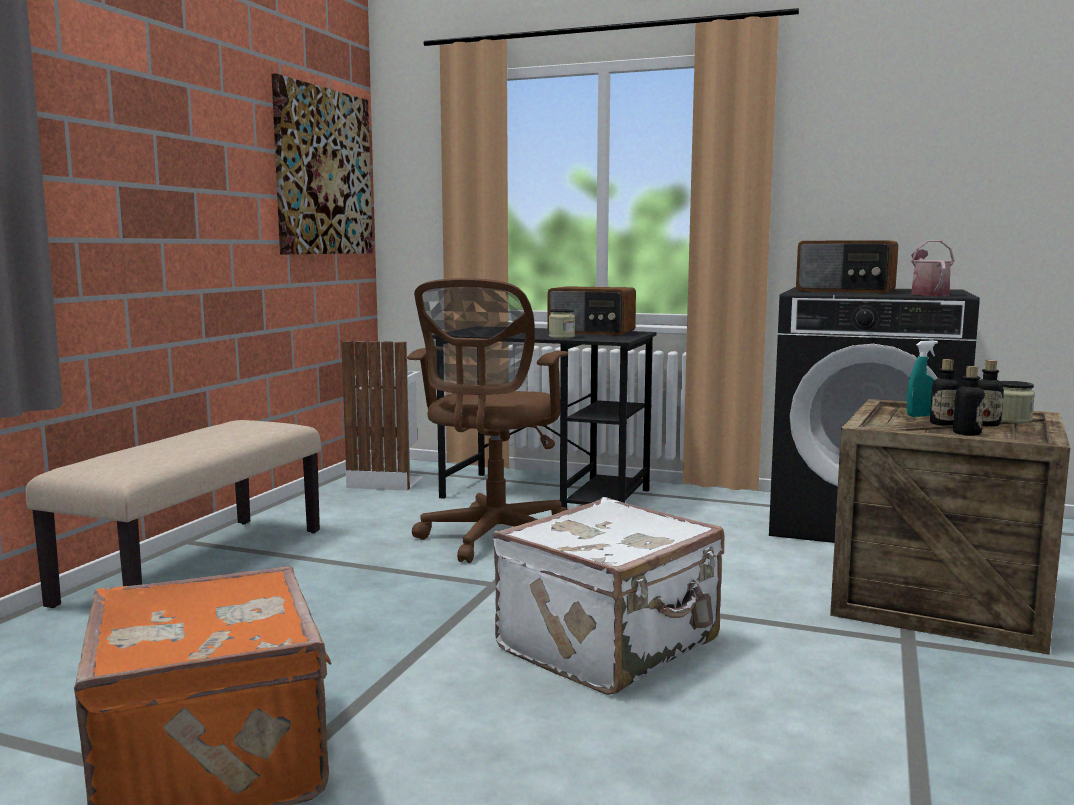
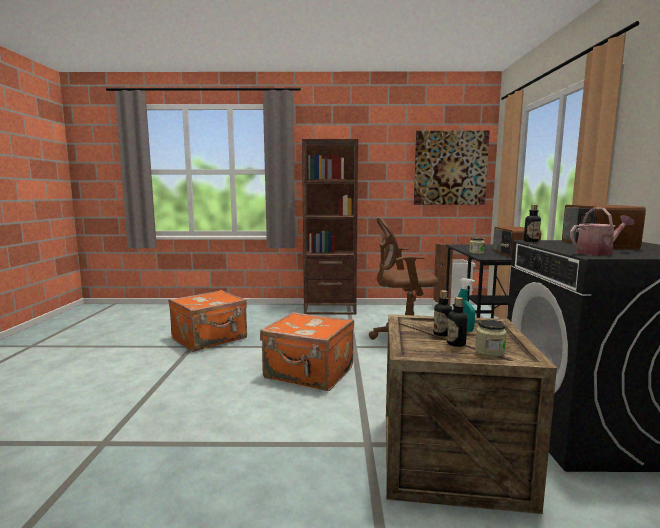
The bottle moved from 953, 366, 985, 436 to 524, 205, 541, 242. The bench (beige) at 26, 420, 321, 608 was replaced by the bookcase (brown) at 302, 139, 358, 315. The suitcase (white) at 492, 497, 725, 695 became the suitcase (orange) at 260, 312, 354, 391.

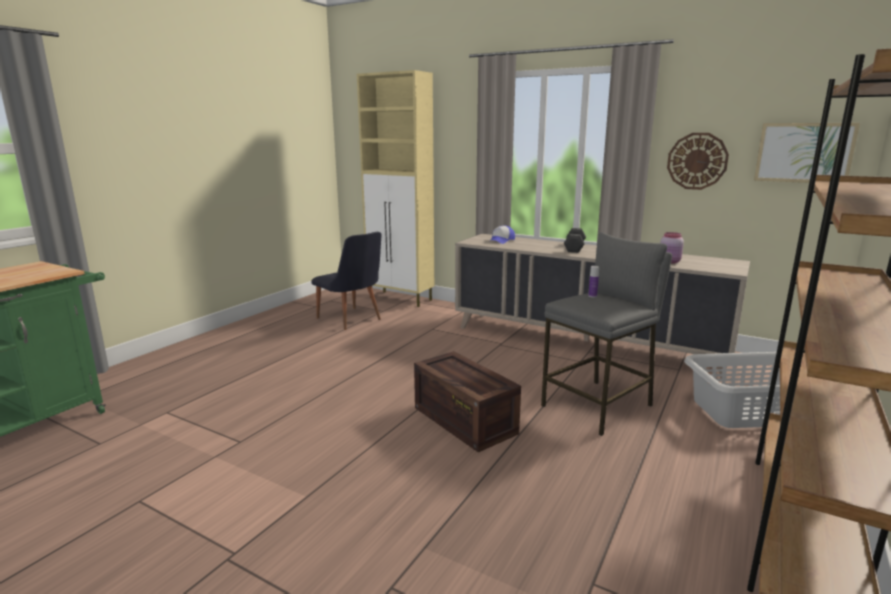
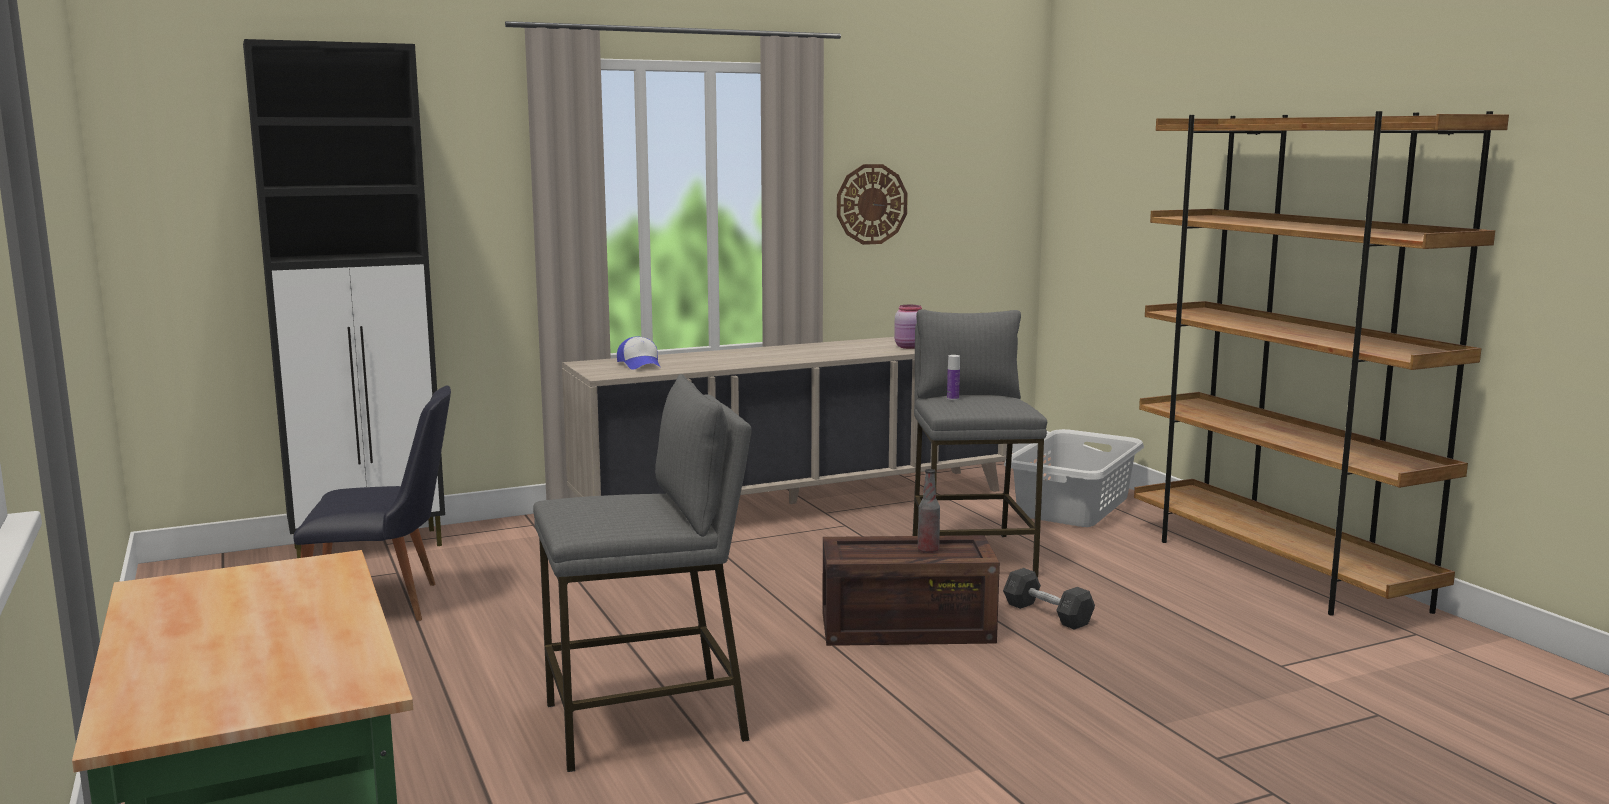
The picture at 754, 123, 860, 183 disappeared. The stool (grey) at 533, 374, 752, 772 appeared. The bottle at 918, 469, 940, 553 appeared. The dumbbell (grey) moved from 564, 228, 586, 253 to 1003, 568, 1095, 630. The cabinet (beige) at 357, 70, 434, 307 became the cabinet (black) at 243, 39, 445, 558.

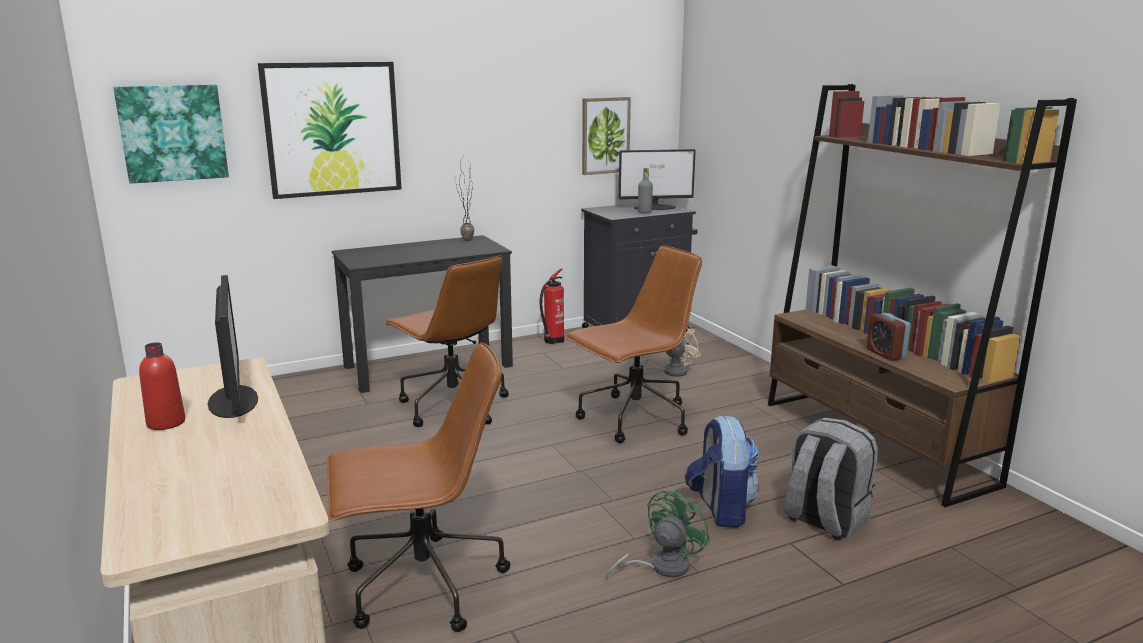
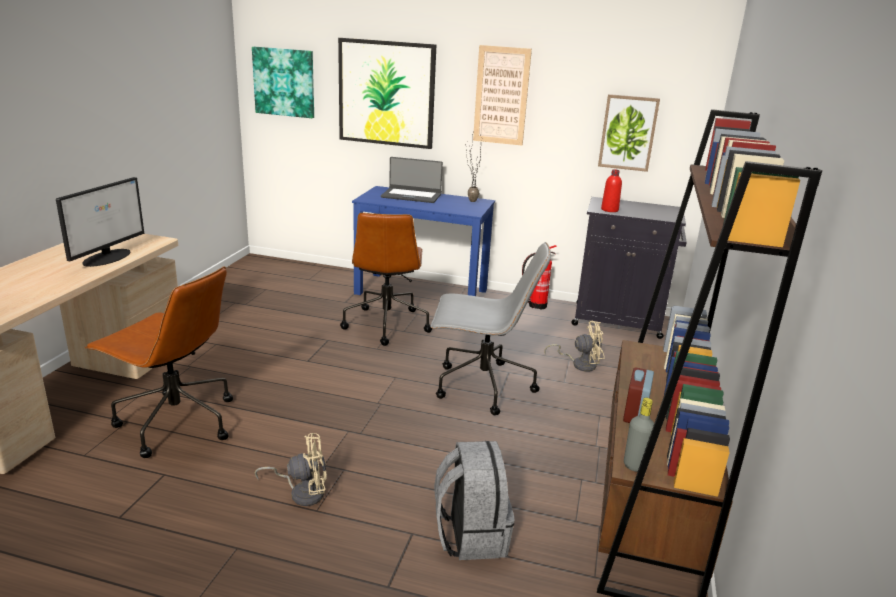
The monitor at 619, 149, 696, 210 disappeared. The backpack at 685, 415, 759, 528 disappeared. The laptop at 381, 157, 443, 203 appeared. The picture at 473, 45, 532, 146 appeared. The bottle (red) moved from 139, 342, 185, 430 to 601, 169, 622, 212. The bottle (grey) moved from 638, 168, 653, 213 to 624, 398, 654, 472. The desk (black) at 332, 235, 513, 393 became the desk (blue) at 352, 186, 495, 296. The office chair (brown) at 565, 246, 702, 443 became the office chair (grey) at 430, 242, 551, 415. The fan (green) at 605, 489, 710, 581 became the fan (beige) at 255, 433, 327, 506.

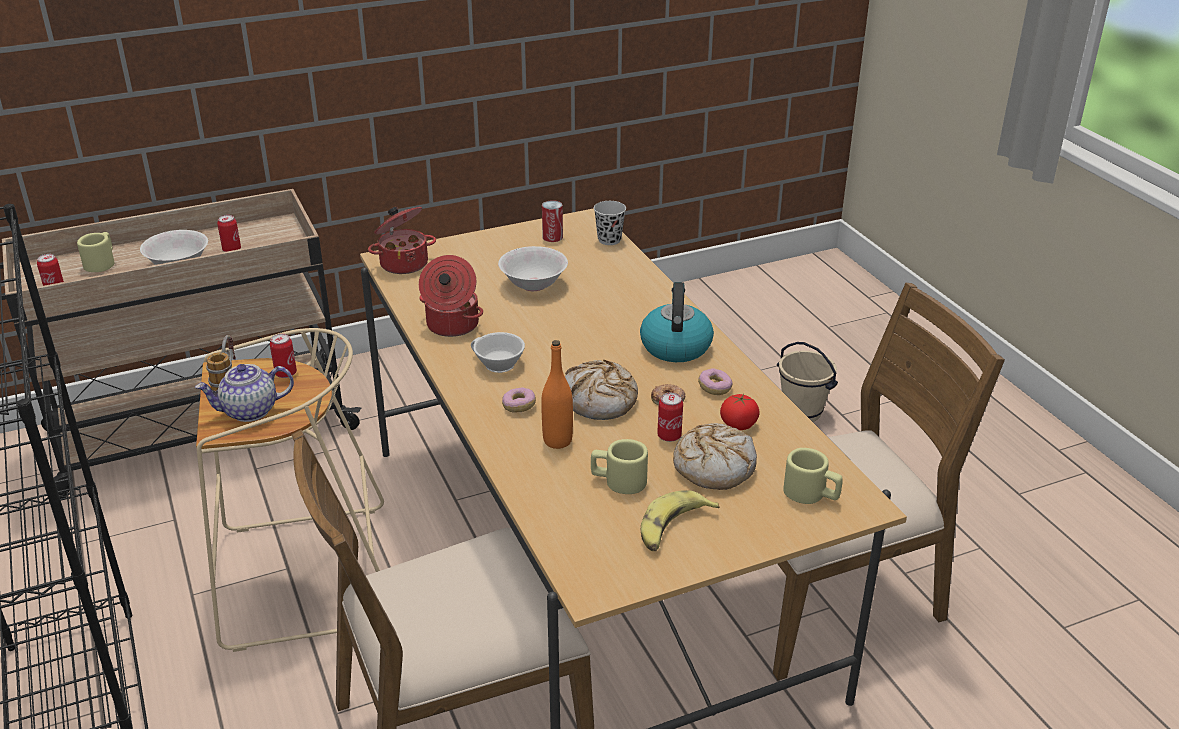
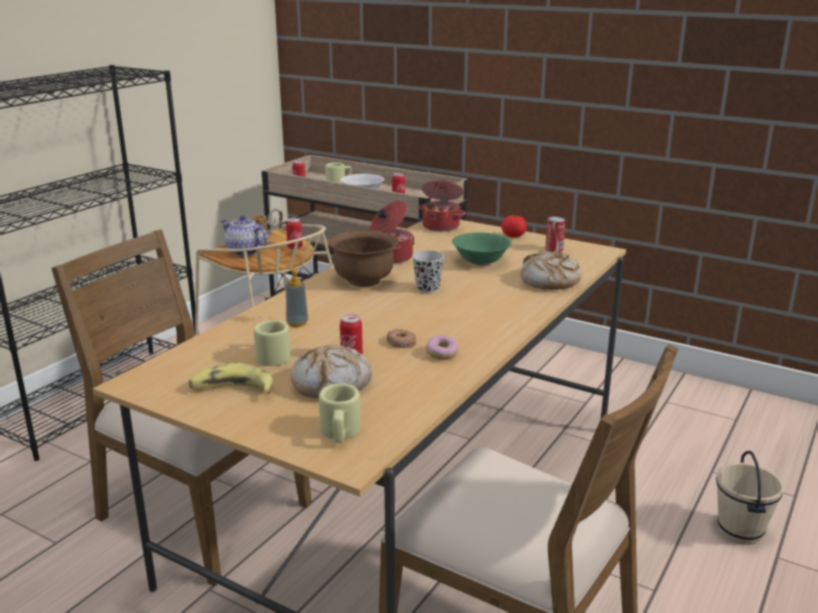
The donut at 502, 387, 536, 413 disappeared. The kettle at 640, 282, 714, 362 disappeared. The bread moved from 565, 360, 638, 420 to 521, 251, 582, 290. The cup (black) moved from 594, 201, 626, 245 to 412, 251, 444, 293. The tomato moved from 720, 394, 760, 430 to 501, 215, 527, 237. The cup (white) at 471, 332, 525, 373 was replaced by the bowl (brown) at 329, 230, 398, 287. The bottle (orange) at 541, 340, 573, 449 was replaced by the soap dispenser at 286, 267, 308, 327. The bowl (white) at 498, 246, 568, 291 became the bowl (green) at 452, 232, 511, 266.

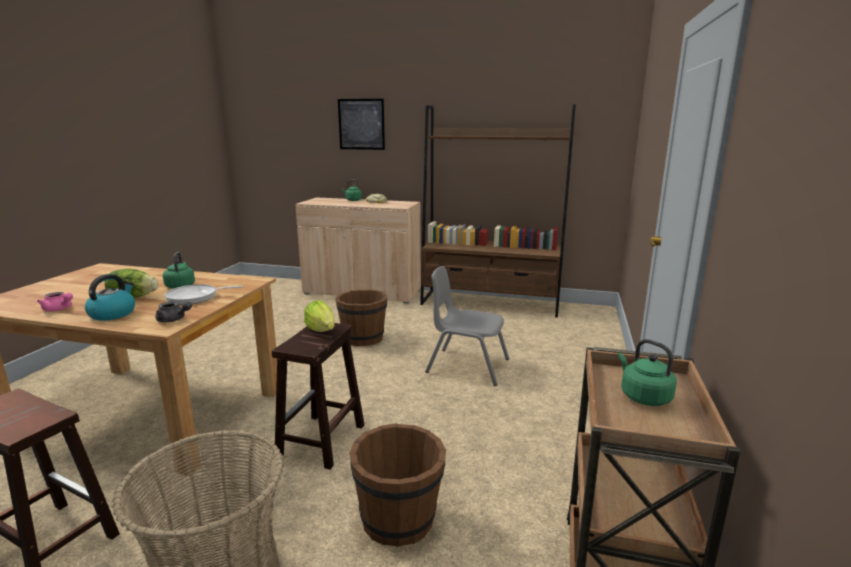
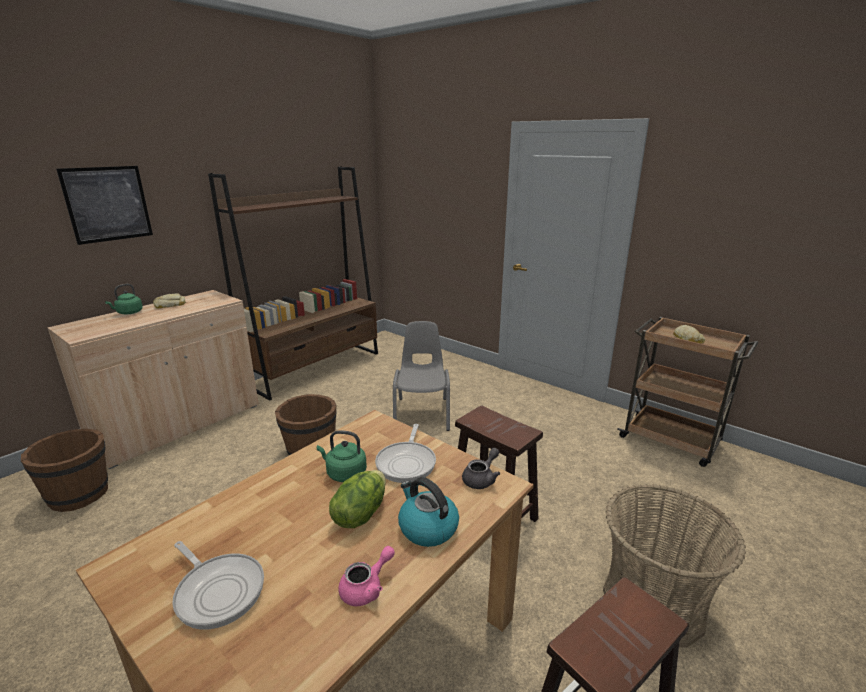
The lettuce at 304, 301, 335, 332 disappeared. The frying pan at 172, 541, 264, 630 appeared. The bucket (brown) moved from 349, 423, 446, 546 to 21, 429, 108, 512. The kettle (green) at 618, 339, 677, 406 was replaced by the bread at 673, 325, 705, 344. The chair (grey) at 425, 266, 509, 386 turned 135 degrees clockwise.

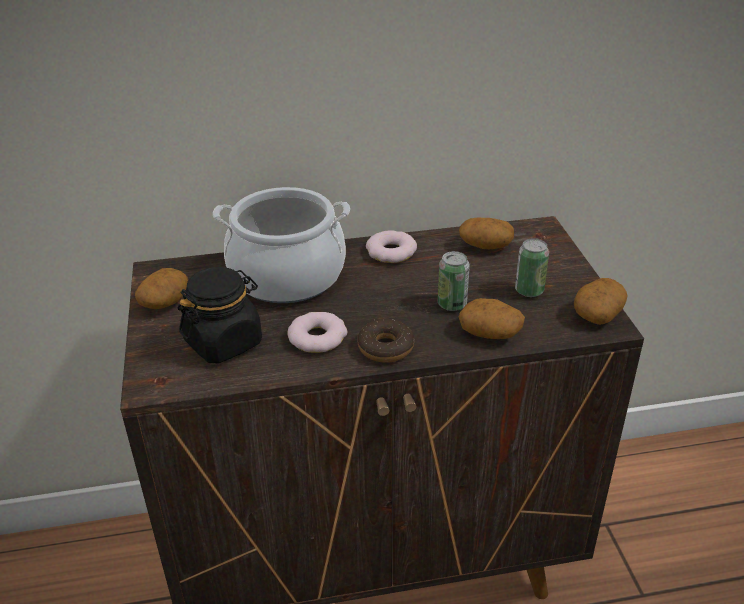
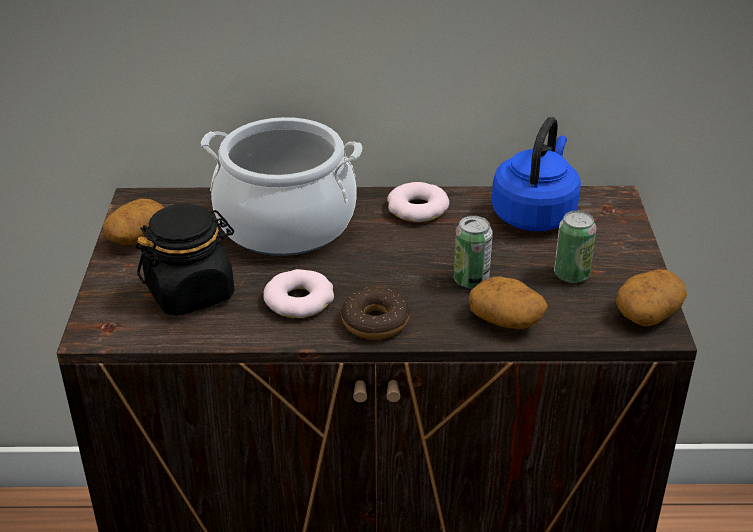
The potato at 459, 218, 514, 249 was replaced by the kettle (blue) at 491, 117, 581, 232.

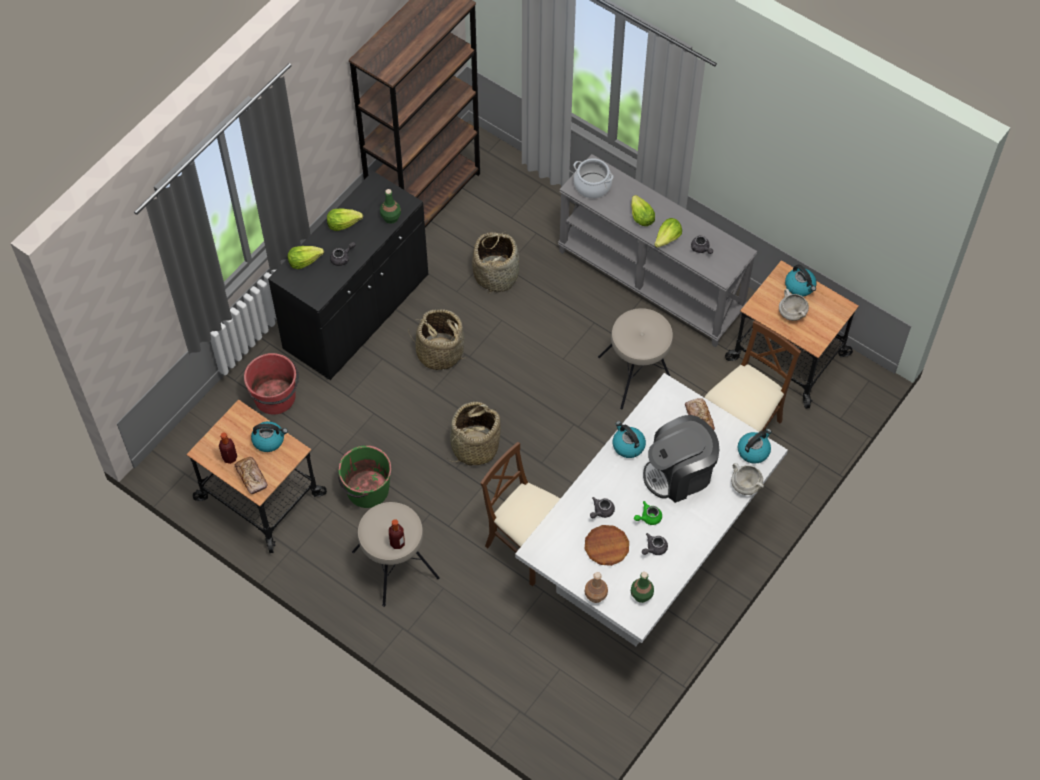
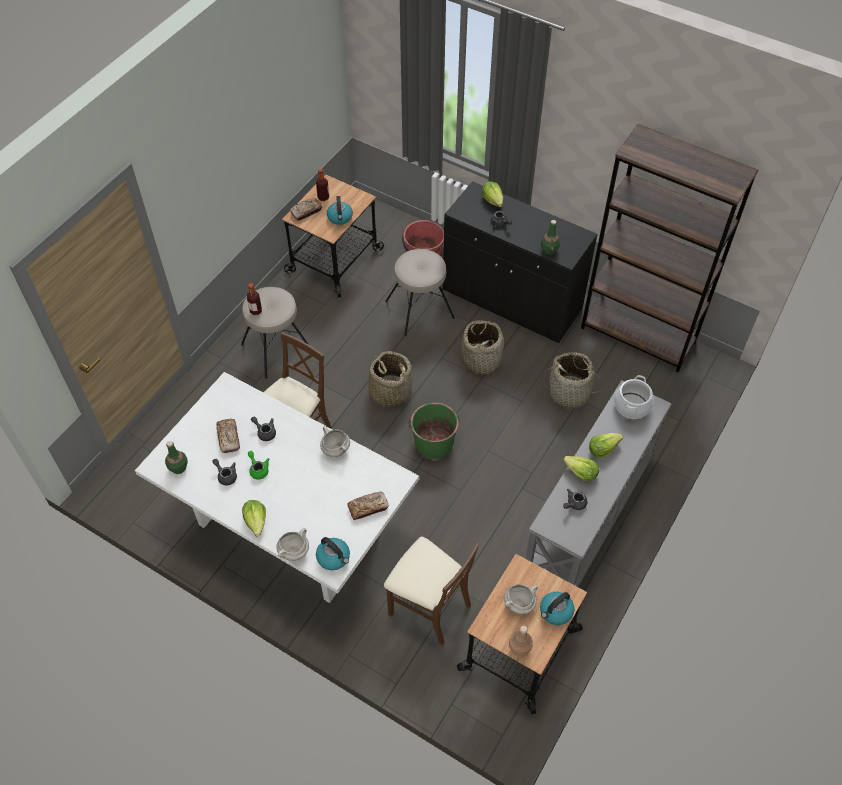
The coffee machine at 643, 415, 719, 503 disappeared. The lettuce moved from 327, 208, 363, 231 to 242, 500, 266, 536. The bucket (green) moved from 338, 445, 391, 508 to 408, 403, 460, 459. The bottle (brown) moved from 585, 572, 608, 603 to 509, 626, 533, 656. The stool (beige) moved from 598, 308, 673, 410 to 385, 249, 455, 336. The plate (brown) at 585, 525, 629, 566 was replaced by the bread at 216, 419, 240, 453. The kettle at 613, 421, 646, 458 was replaced by the cooking pot (white) at 320, 426, 350, 457.

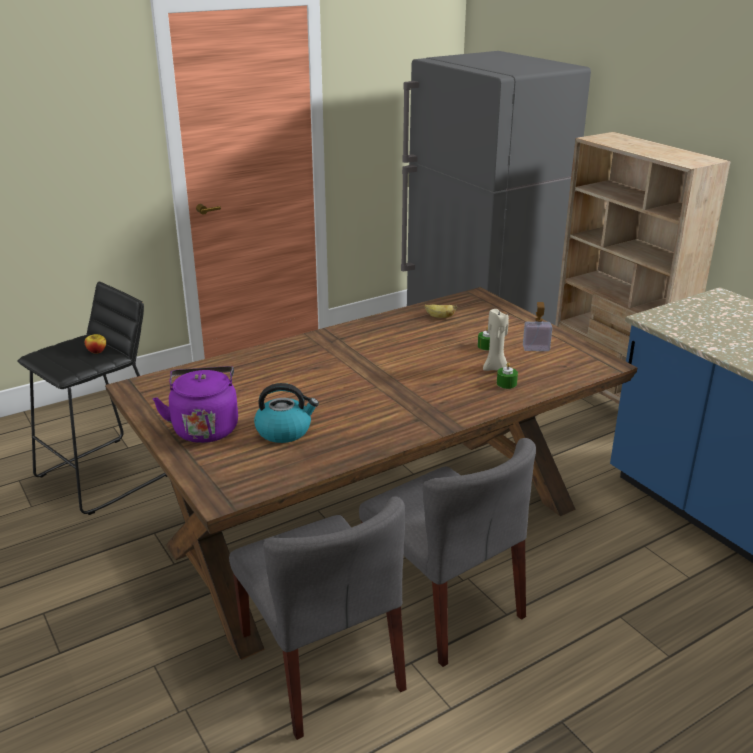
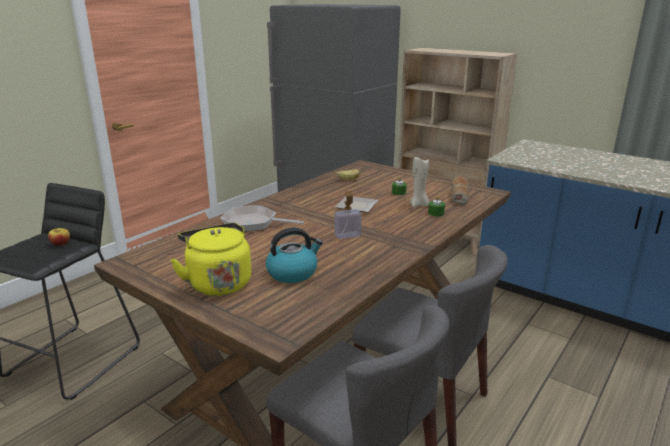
The frying pan at 221, 205, 304, 232 appeared. The plate at 335, 197, 378, 213 appeared. The bread at 451, 176, 469, 205 appeared. The soap dispenser moved from 523, 302, 552, 351 to 335, 191, 361, 239. The kettle (purple) at 153, 366, 238, 443 became the kettle (yellow) at 171, 223, 251, 296.

